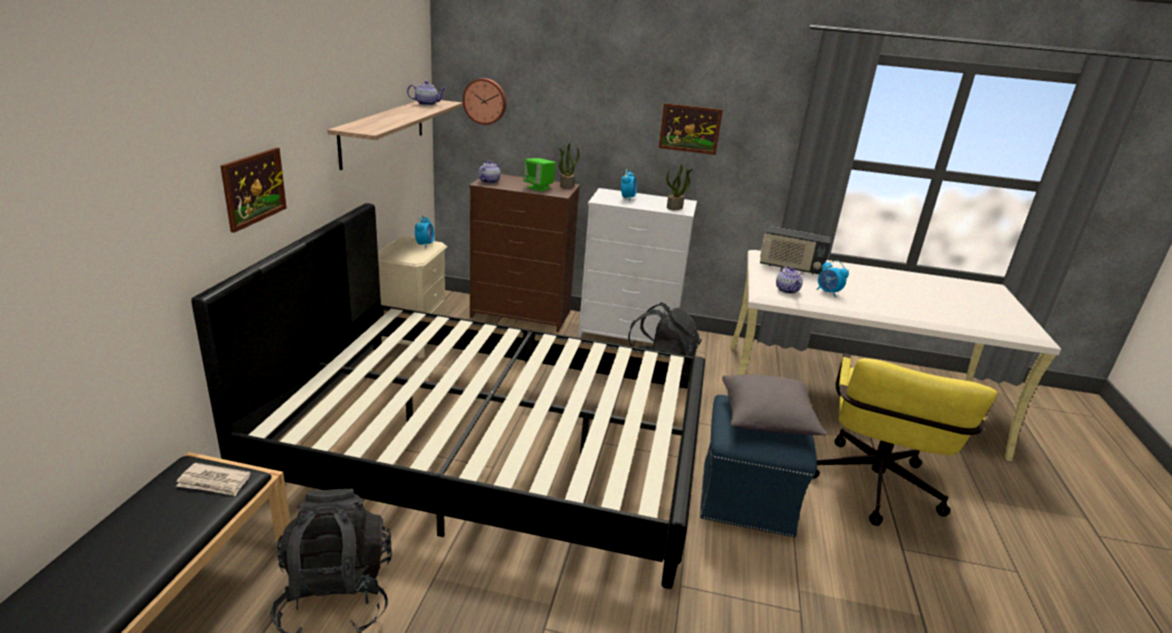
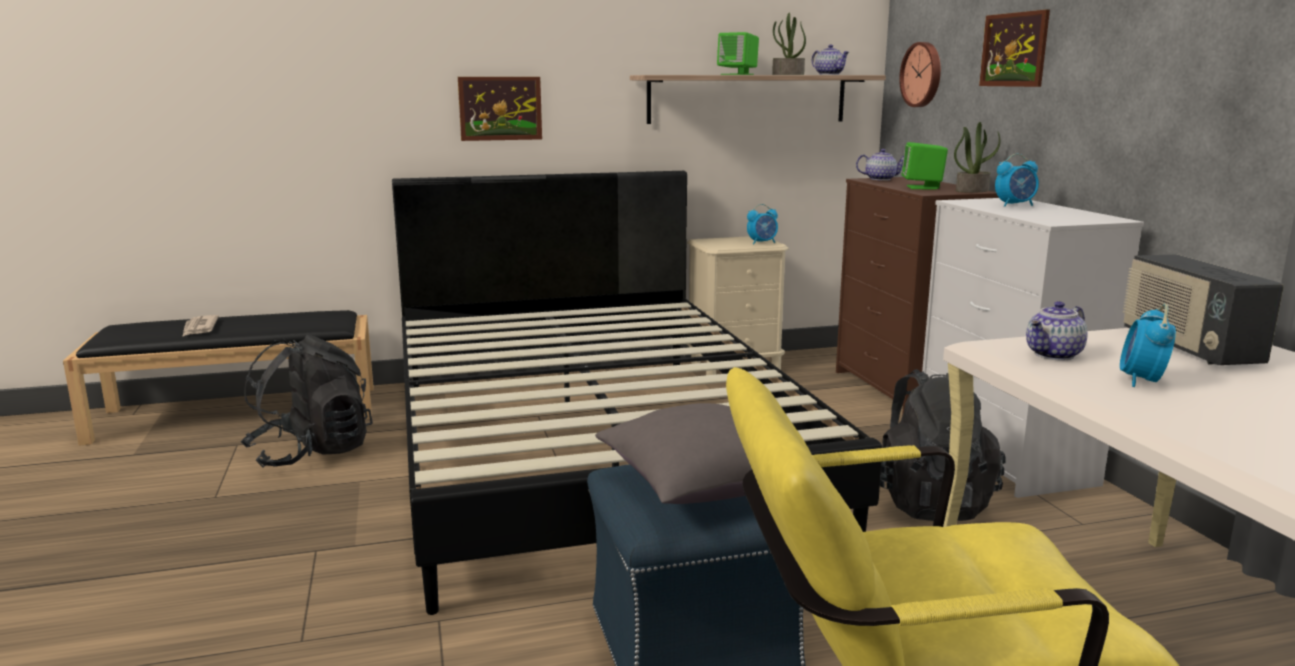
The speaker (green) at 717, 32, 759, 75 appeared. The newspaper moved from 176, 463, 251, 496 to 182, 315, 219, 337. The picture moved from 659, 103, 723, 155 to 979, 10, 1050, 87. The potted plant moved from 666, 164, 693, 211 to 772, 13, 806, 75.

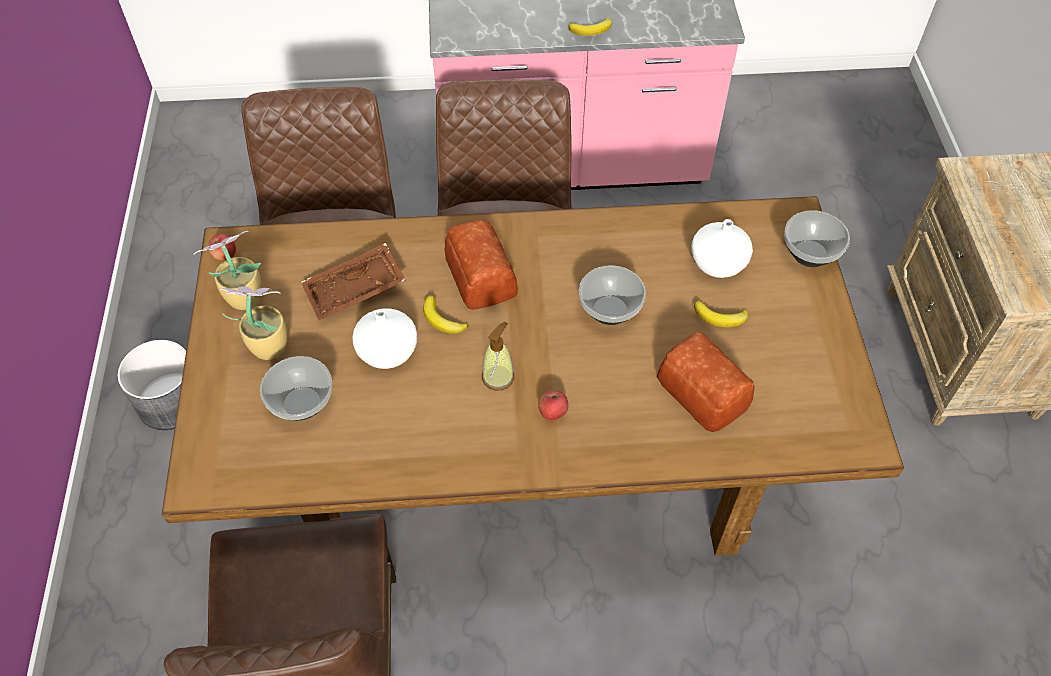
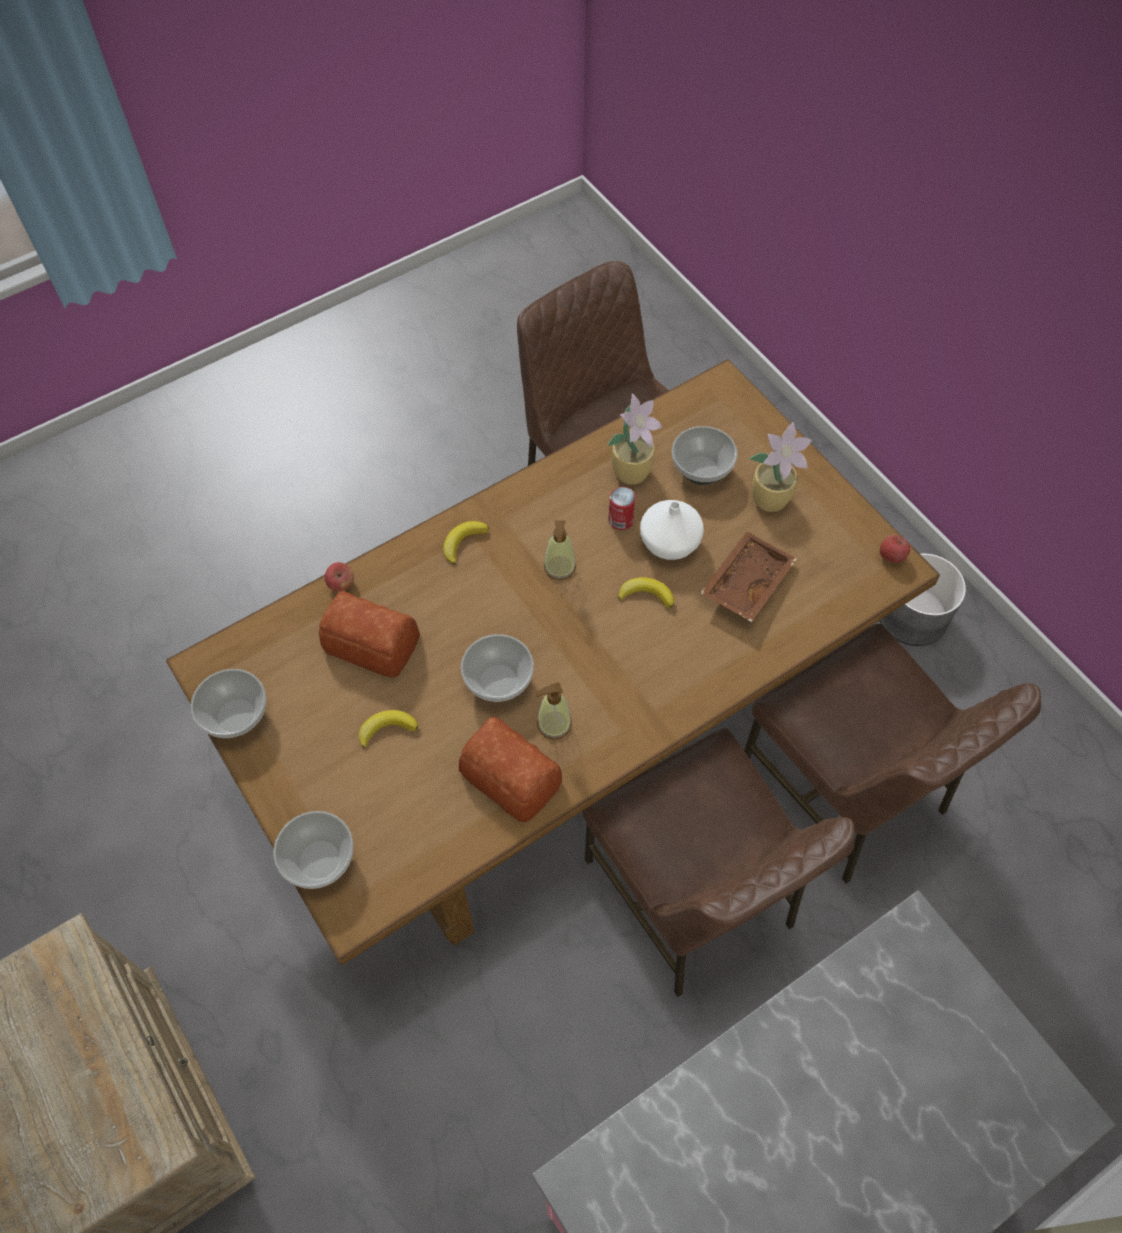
The vase (white) at 691, 219, 753, 278 disappeared. The bowl at 191, 669, 266, 738 appeared. The soap dispenser at 535, 682, 572, 740 appeared. The can at 608, 487, 636, 530 appeared. The potted plant moved from 194, 231, 262, 310 to 607, 393, 662, 485. The bread moved from 445, 220, 518, 310 to 459, 717, 562, 822. The apple moved from 538, 391, 568, 421 to 325, 562, 354, 592. The banana moved from 569, 18, 612, 36 to 443, 521, 489, 565.

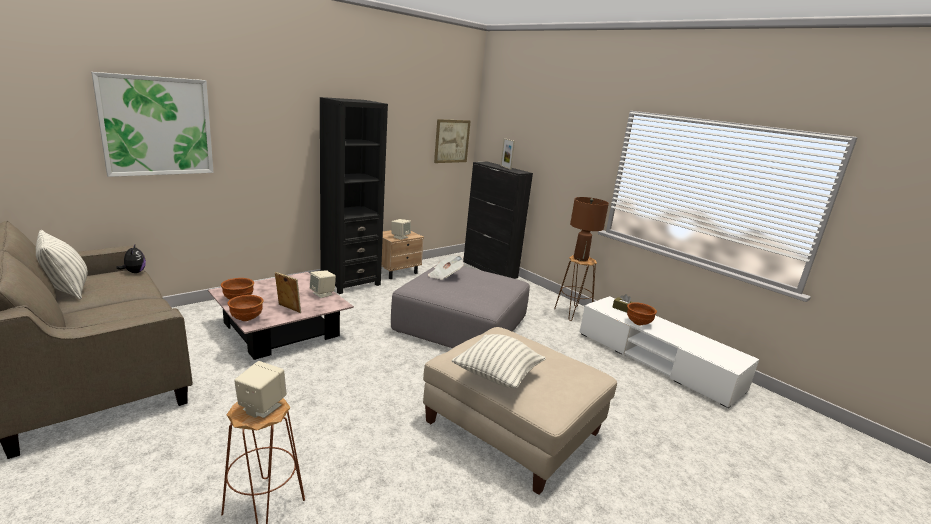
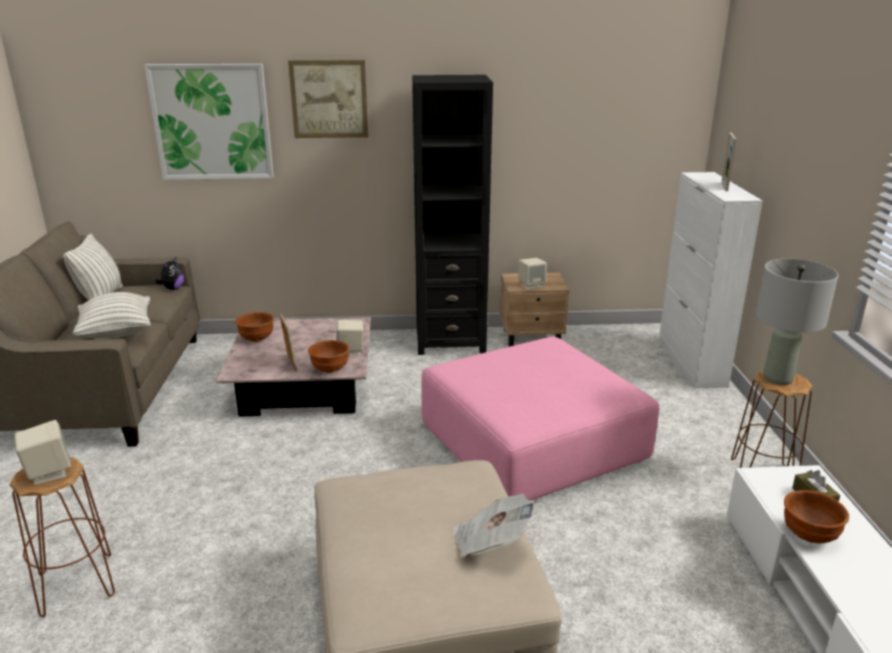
The bowl (brown) moved from 227, 295, 264, 321 to 308, 340, 349, 373. The newspaper moved from 428, 255, 464, 280 to 452, 494, 537, 557. The picture moved from 434, 119, 471, 163 to 288, 60, 368, 138. The pillow moved from 452, 334, 546, 388 to 73, 292, 151, 339. The ottoman (grey) at 391, 264, 530, 348 became the ottoman (pink) at 421, 336, 659, 500. The cabinet (black) at 463, 162, 533, 279 became the cabinet (white) at 659, 172, 763, 389. The table lamp (brown) at 570, 197, 609, 261 became the table lamp (grey) at 756, 259, 838, 385.

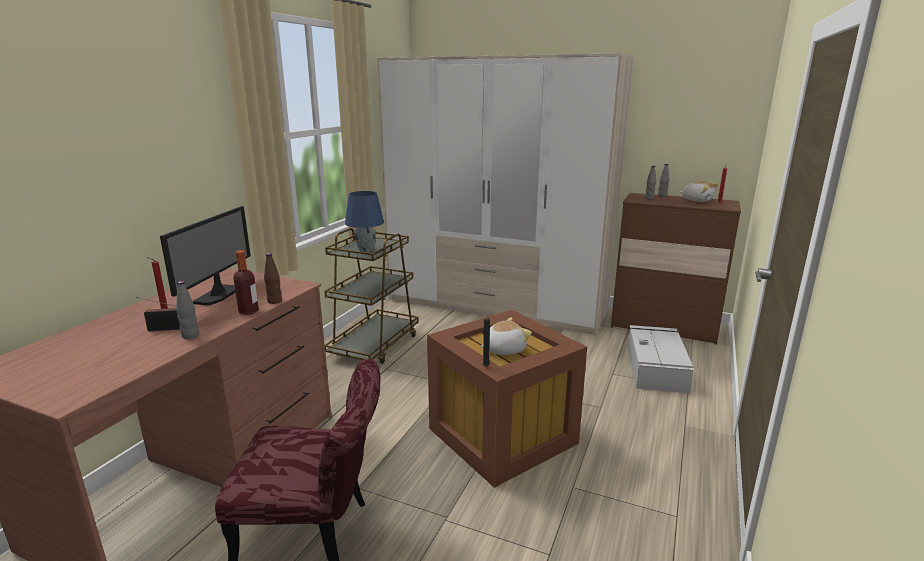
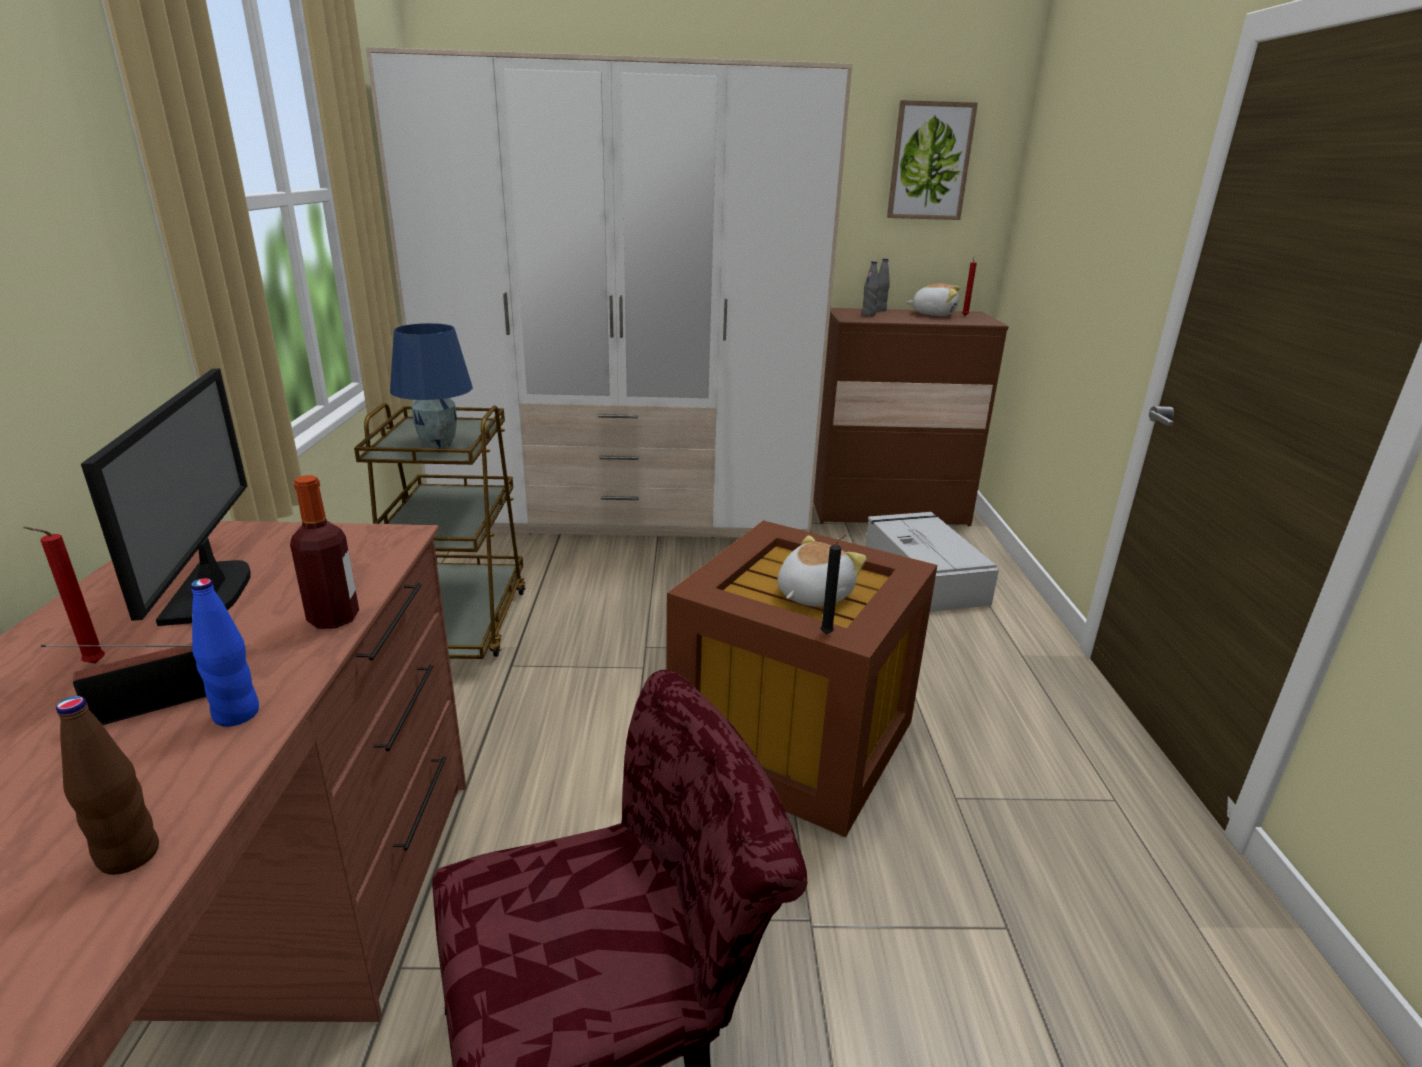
The picture at 887, 100, 978, 220 appeared. The bottle (brown) moved from 264, 253, 282, 304 to 56, 696, 159, 875. The bottle (grey) at 176, 281, 199, 339 became the bottle (blue) at 191, 578, 259, 727.

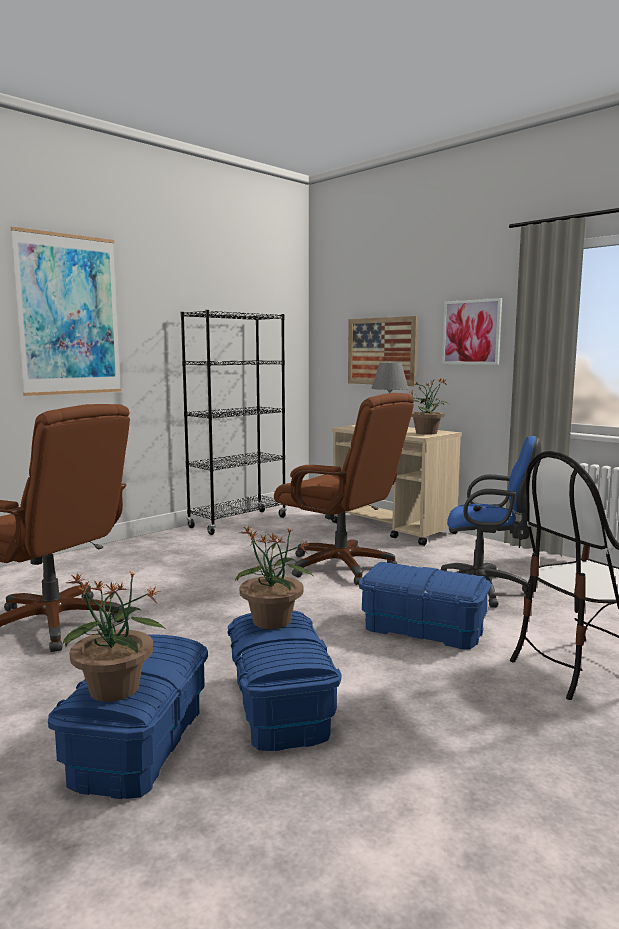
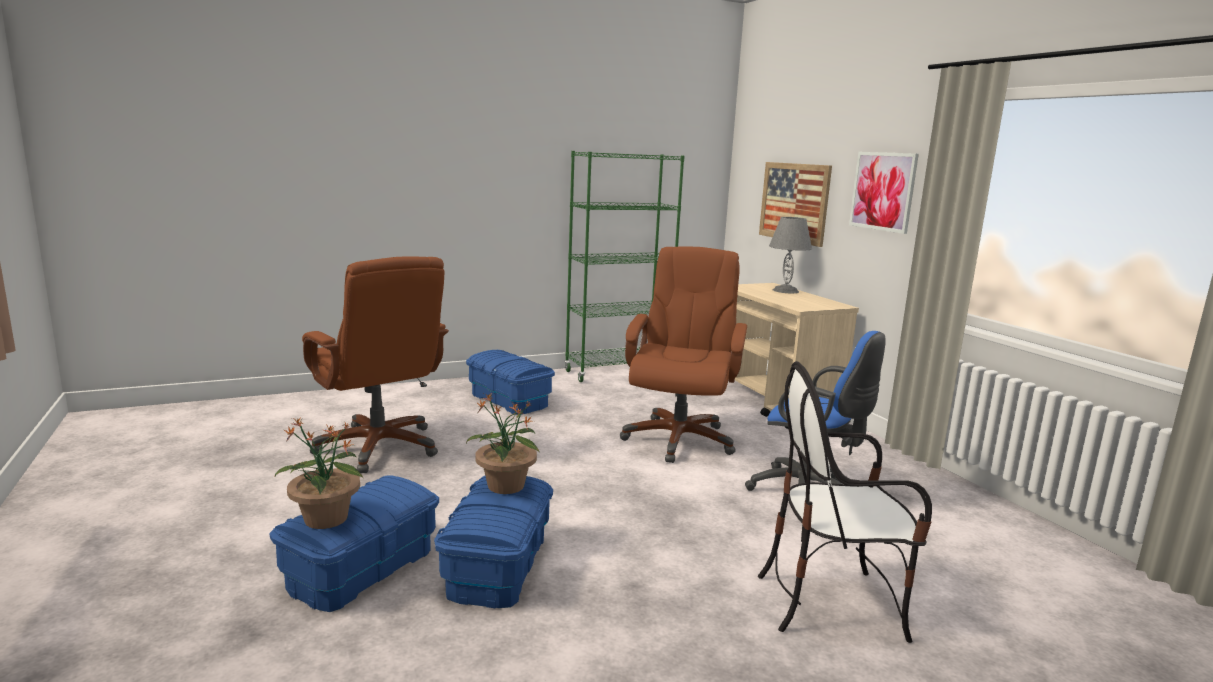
The picture at 11, 227, 122, 396 disappeared. The potted plant at 410, 379, 449, 434 disappeared. The storage box (blue) moved from 359, 562, 491, 649 to 466, 350, 555, 415. The bookcase (black) at 181, 310, 287, 535 became the bookcase (green) at 565, 151, 685, 382. The office chair (brown) at 274, 393, 414, 585 turned 135 degrees counterclockwise.

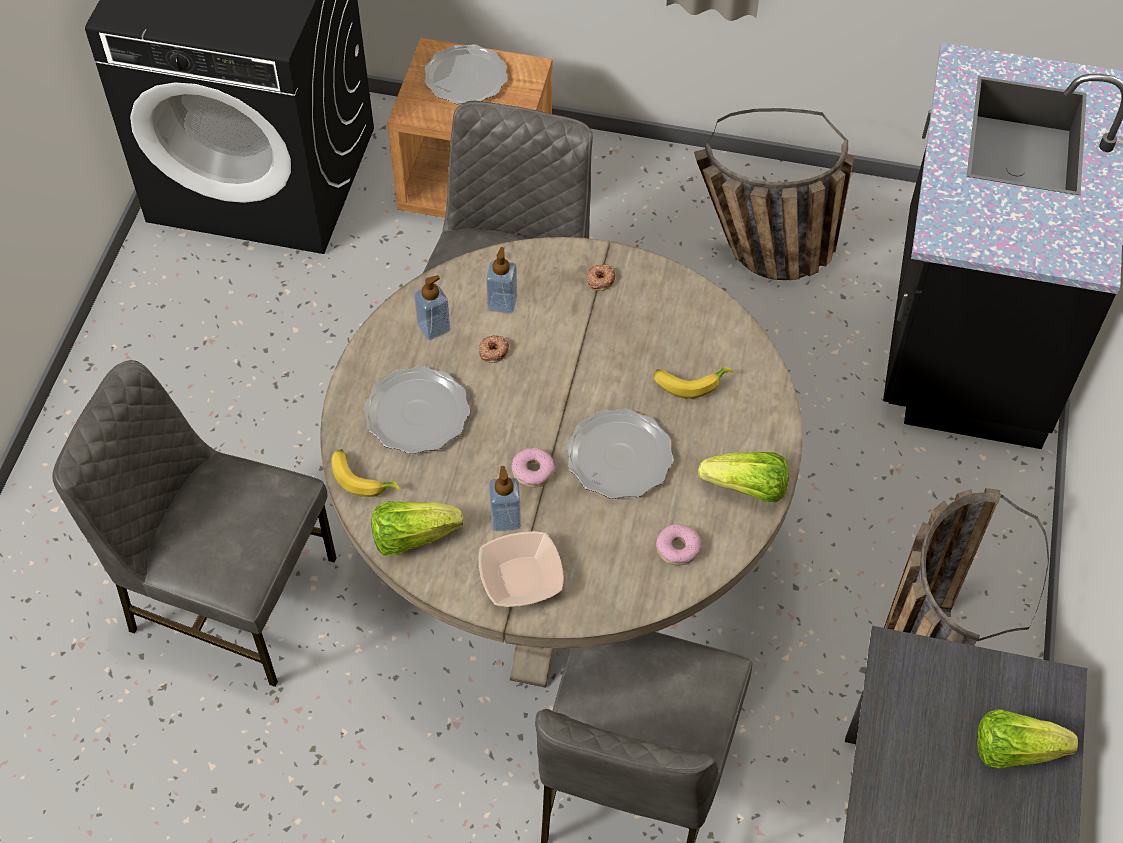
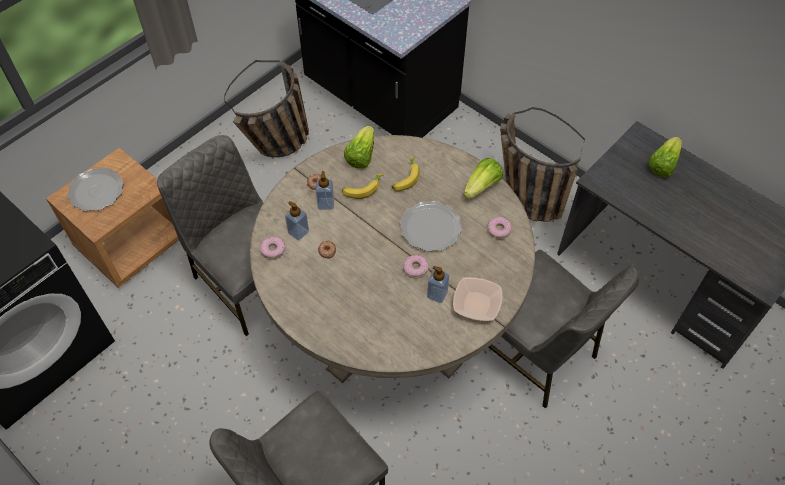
The plate at 364, 366, 470, 454 disappeared. The donut at 260, 237, 285, 260 appeared. The banana moved from 331, 449, 400, 497 to 342, 174, 383, 199. The lettuce moved from 371, 501, 463, 555 to 344, 126, 374, 169. The soap dispenser moved from 414, 275, 450, 340 to 316, 171, 334, 210.

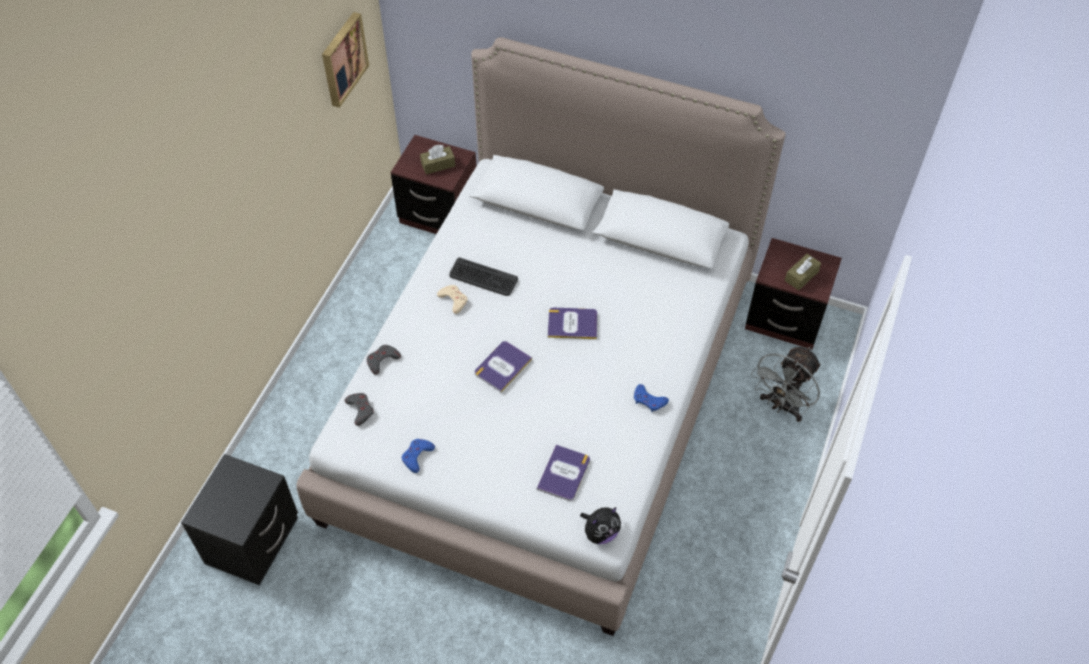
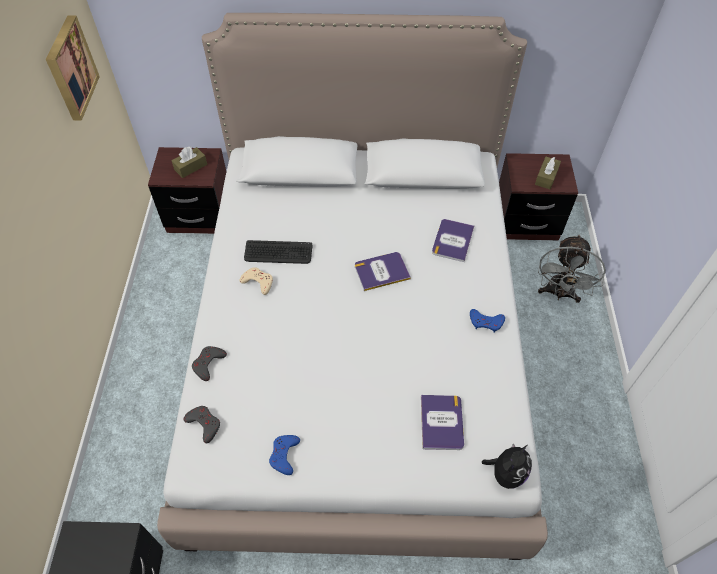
The book moved from 475, 341, 532, 392 to 432, 219, 474, 262.

